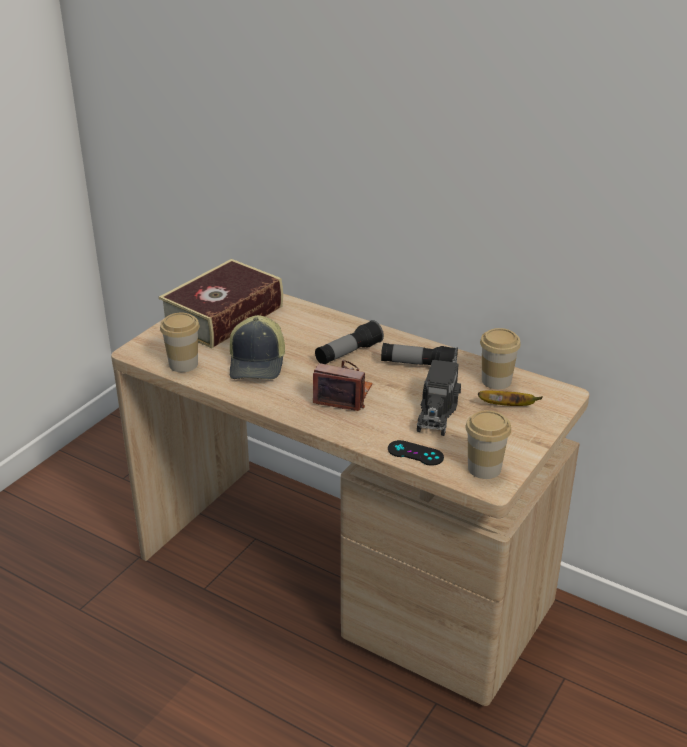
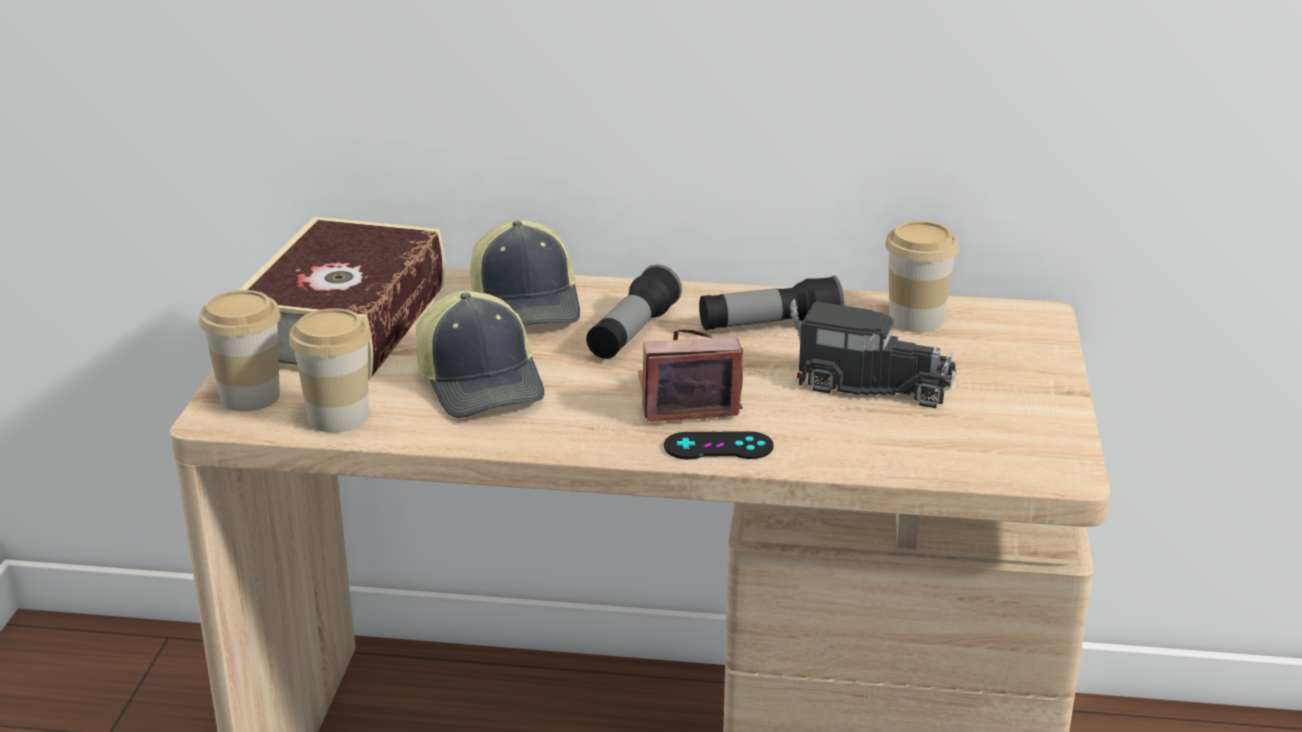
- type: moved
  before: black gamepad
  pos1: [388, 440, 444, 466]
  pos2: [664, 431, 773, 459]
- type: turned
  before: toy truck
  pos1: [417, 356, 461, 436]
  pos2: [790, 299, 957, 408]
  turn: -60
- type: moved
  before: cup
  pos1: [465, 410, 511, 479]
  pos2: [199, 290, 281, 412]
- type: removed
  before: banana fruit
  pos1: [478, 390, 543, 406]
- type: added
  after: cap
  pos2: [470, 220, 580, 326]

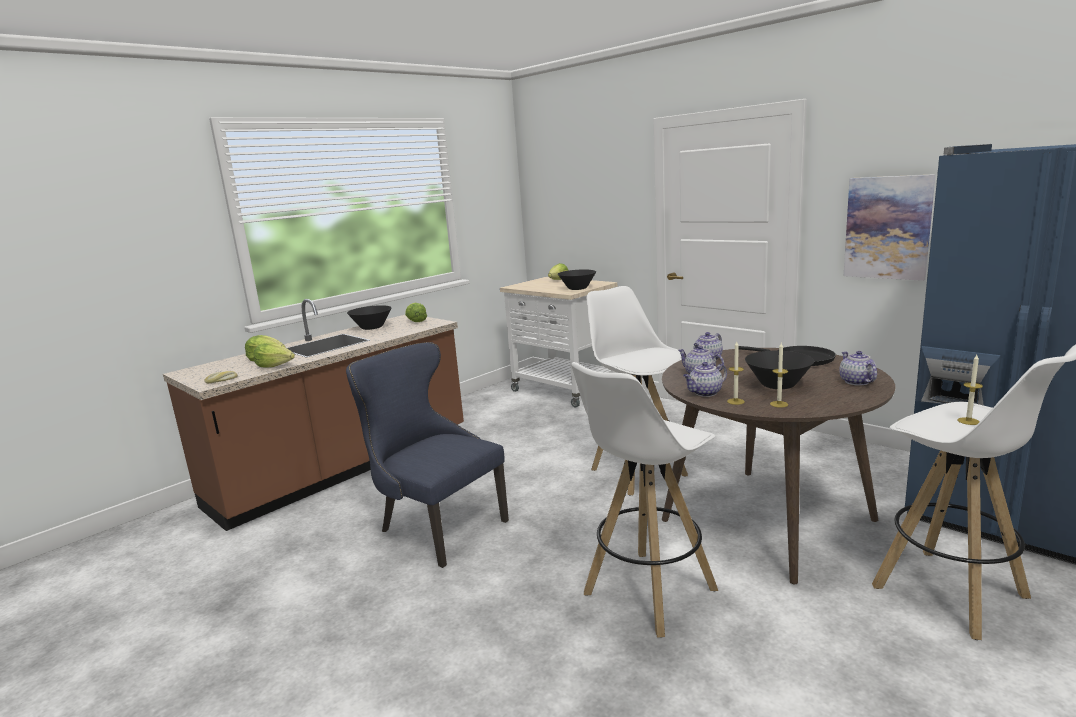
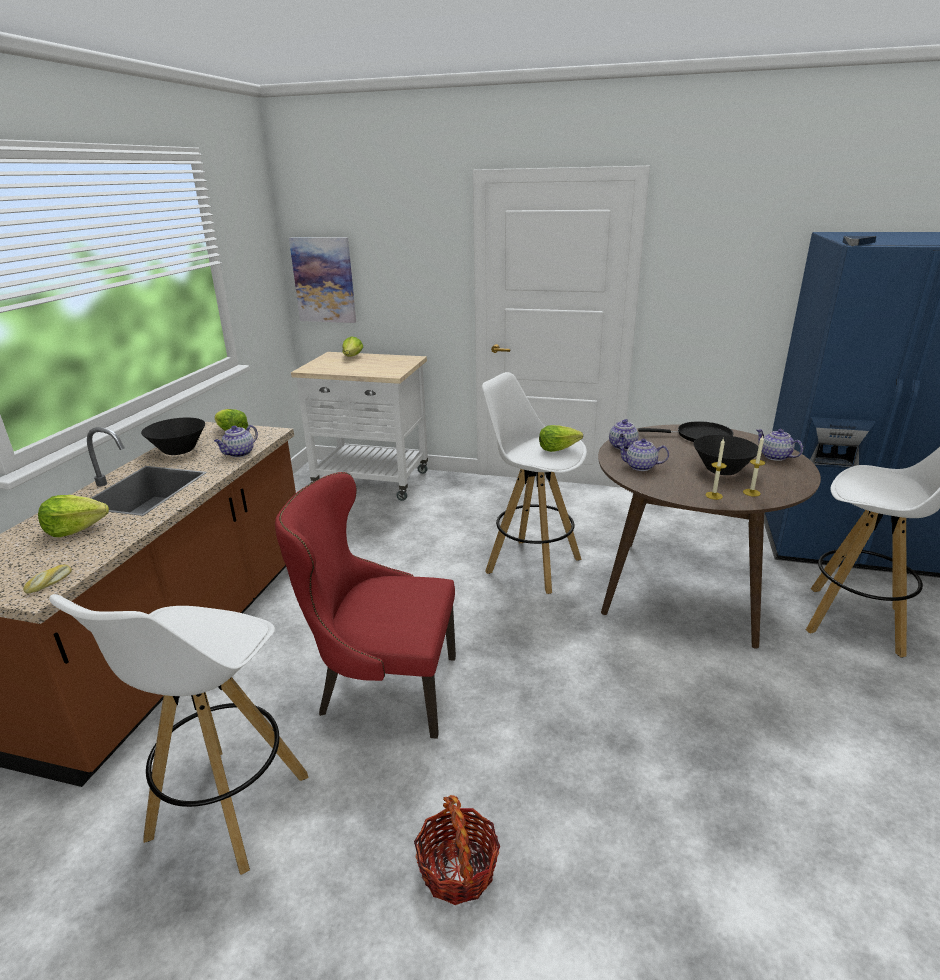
- type: moved
  before: lettuce
  pos1: [253, 343, 295, 367]
  pos2: [539, 425, 583, 452]
- type: recoloured
  before: bluish plain chair
  after: red plain chair
  pos1: [346, 342, 509, 568]
  pos2: [275, 472, 456, 739]
- type: removed
  before: black deep dish
  pos1: [558, 270, 596, 290]
- type: moved
  before: white sitting stool
  pos1: [571, 362, 718, 638]
  pos2: [49, 594, 308, 875]
- type: moved
  before: teapot
  pos1: [683, 362, 727, 397]
  pos2: [214, 425, 258, 457]
- type: moved
  before: wall art
  pos1: [844, 174, 936, 281]
  pos2: [289, 237, 356, 323]
- type: removed
  before: wax light
  pos1: [958, 355, 983, 425]
- type: added
  after: storage basket
  pos2: [414, 795, 500, 905]

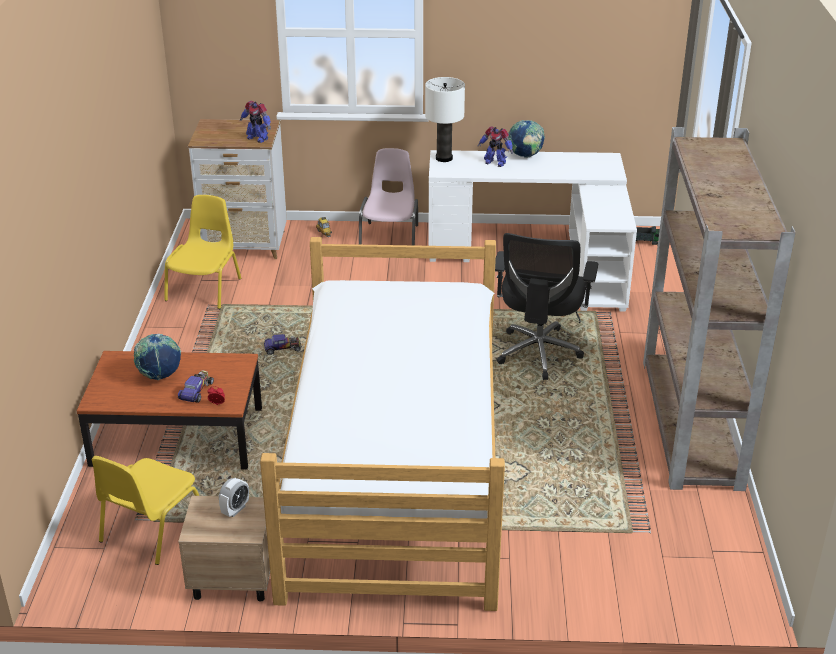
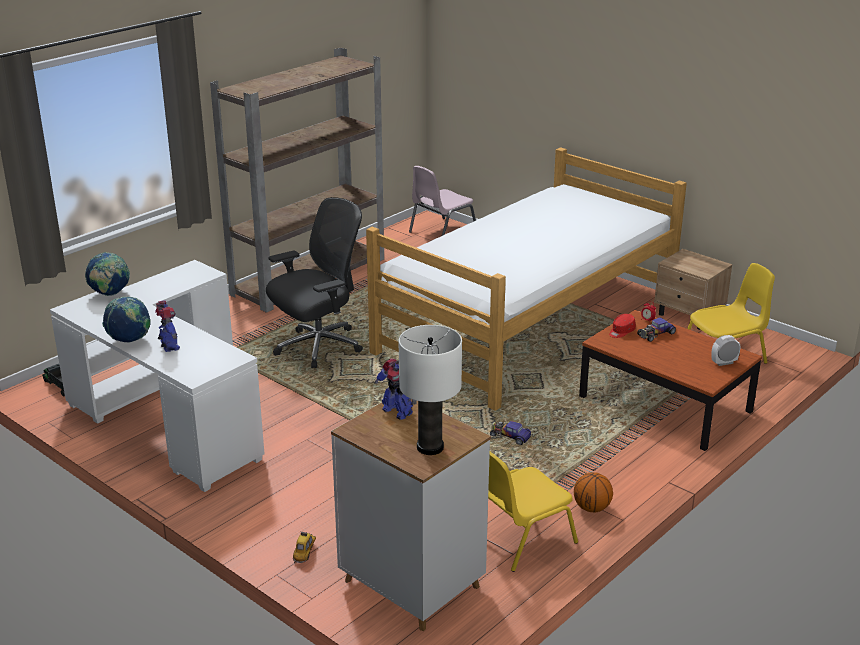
- type: moved
  before: desk globe
  pos1: [134, 334, 181, 380]
  pos2: [85, 252, 130, 296]
- type: moved
  before: alarm clock
  pos1: [219, 478, 249, 517]
  pos2: [711, 335, 740, 366]
- type: turned
  before: robot figure
  pos1: [240, 101, 271, 143]
  pos2: [374, 359, 417, 420]
  turn: 150
- type: moved
  before: pink plain chair
  pos1: [359, 148, 418, 245]
  pos2: [409, 166, 476, 236]
- type: moved
  before: white table lamp
  pos1: [425, 77, 465, 162]
  pos2: [399, 325, 462, 455]
- type: added
  after: ball for basketball
  pos2: [574, 472, 613, 512]
- type: added
  after: red cap
  pos2: [609, 314, 636, 338]

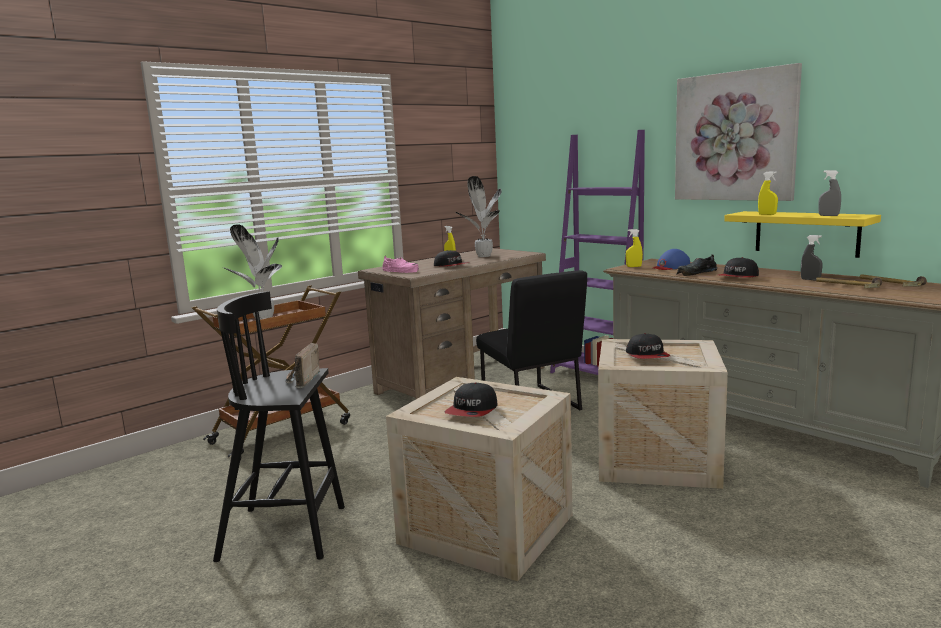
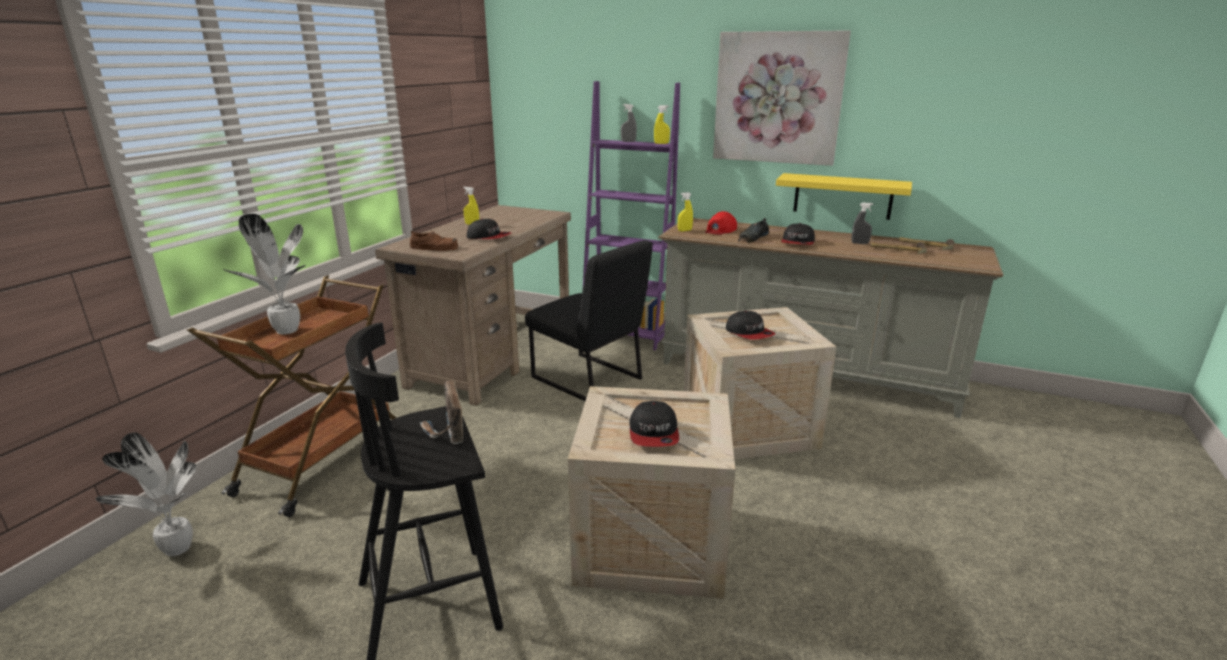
- type: recoloured
  before: pink low shoe
  after: brown low shoe
  pos1: [382, 256, 419, 273]
  pos2: [409, 230, 458, 251]
- type: moved
  before: plant in a pot
  pos1: [455, 176, 502, 257]
  pos2: [96, 432, 196, 556]
- type: recoloured
  before: bluish cap
  after: red cap
  pos1: [653, 249, 690, 270]
  pos2: [705, 211, 737, 235]
- type: moved
  before: yellow-coloured spray bottle
  pos1: [758, 171, 778, 215]
  pos2: [654, 105, 670, 144]
- type: moved
  before: grey spray bottle
  pos1: [818, 170, 841, 216]
  pos2: [621, 104, 637, 142]

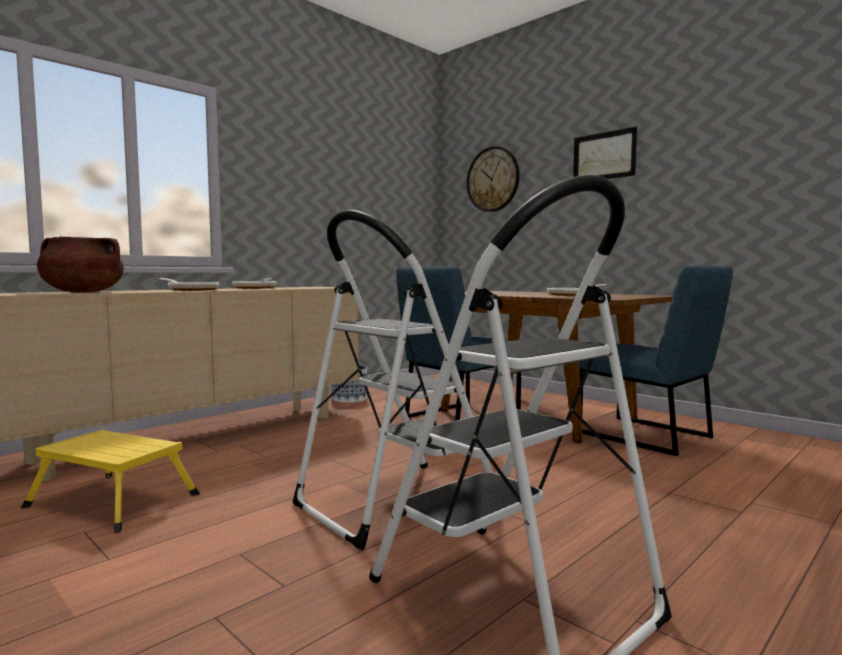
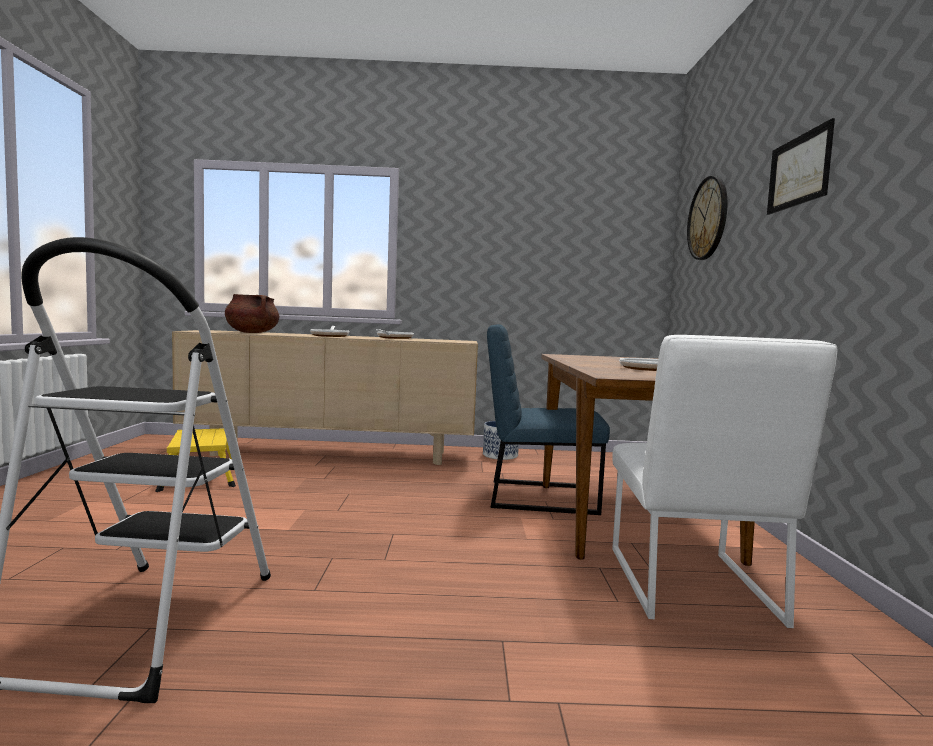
- type: removed
  before: stepladder
  pos1: [292, 210, 493, 550]
- type: recoloured
  before: bluish plain chair
  after: white plain chair
  pos1: [579, 265, 733, 456]
  pos2: [612, 335, 837, 628]

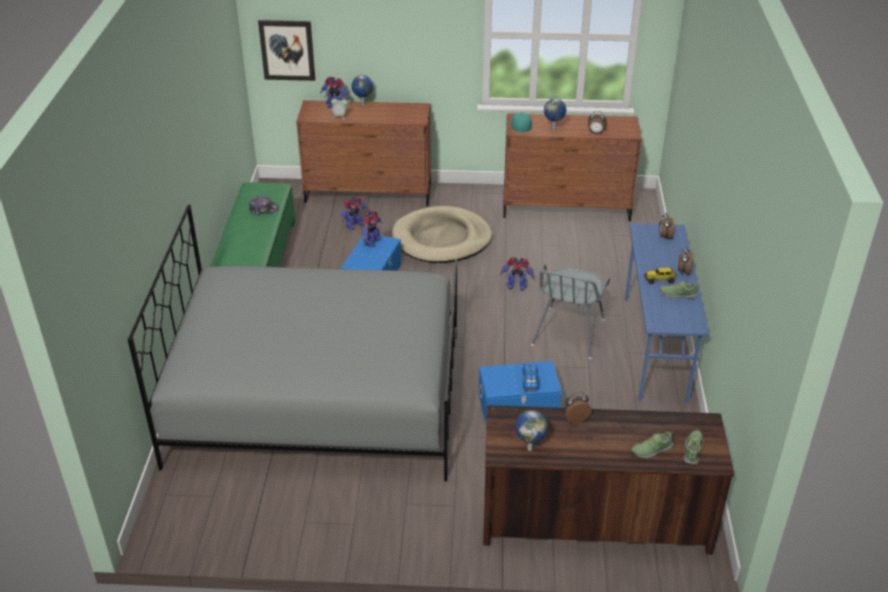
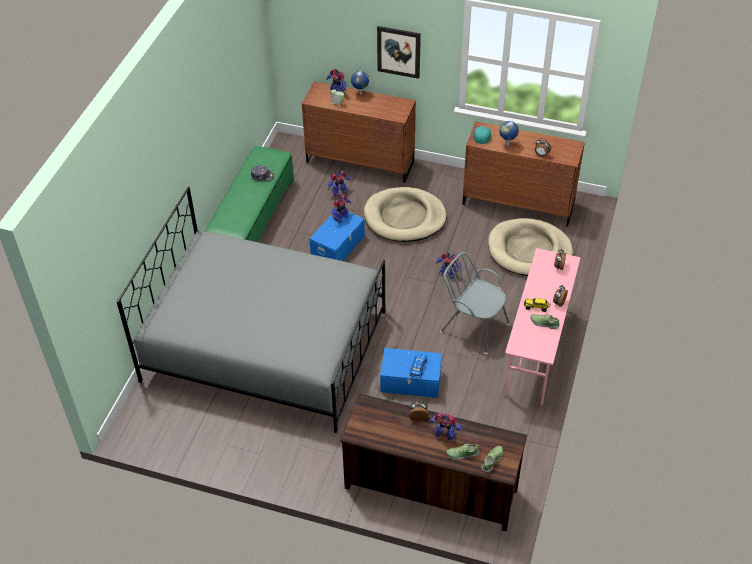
- type: moved
  before: wall art
  pos1: [258, 20, 315, 81]
  pos2: [377, 26, 421, 79]
- type: removed
  before: desk globe
  pos1: [515, 410, 548, 451]
- type: turned
  before: grey plain chair
  pos1: [531, 264, 610, 359]
  pos2: [440, 252, 510, 354]
  turn: 90
- type: recoloured
  before: bluish desk
  after: pink desk
  pos1: [625, 223, 709, 403]
  pos2: [504, 248, 580, 405]
- type: added
  after: robot figure
  pos2: [429, 412, 463, 441]
- type: added
  after: beige dog cushion
  pos2: [488, 218, 573, 276]

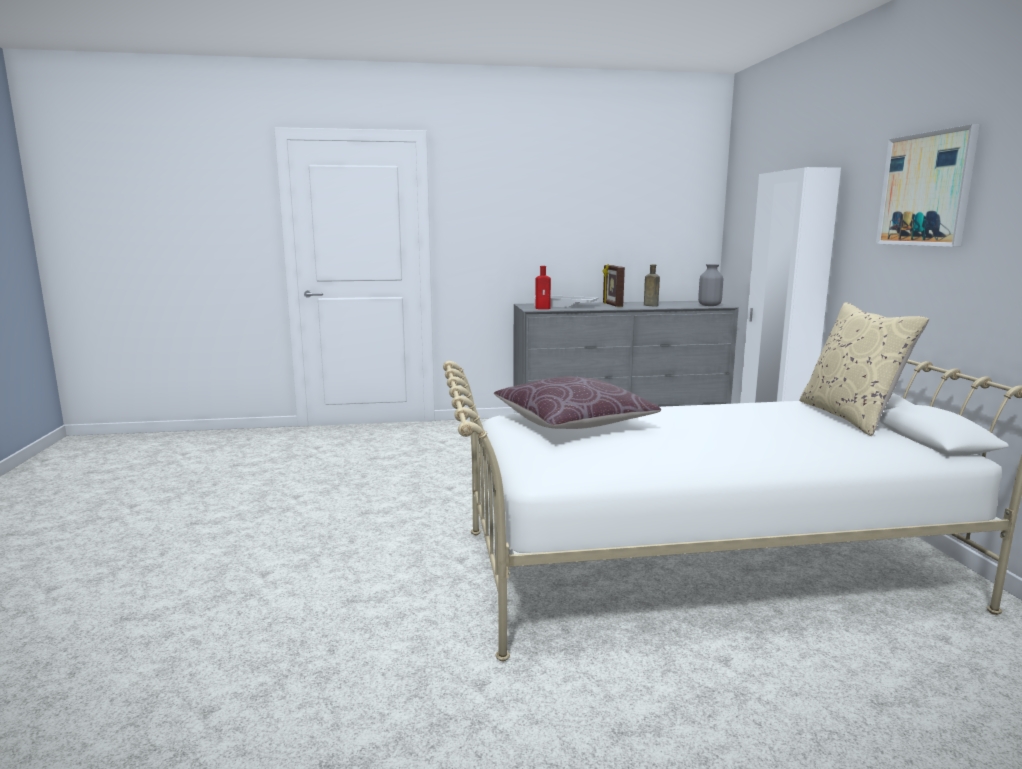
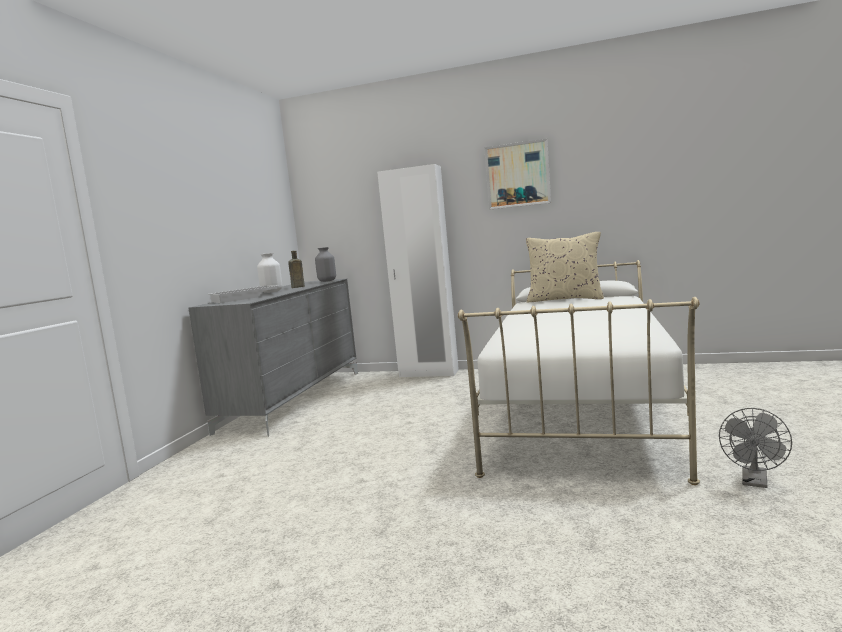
- type: removed
  before: brown cushion
  pos1: [494, 377, 661, 429]
- type: removed
  before: red drink bottle
  pos1: [535, 266, 551, 309]
- type: replaced
  before: standing frame
  after: white decorative vase
  pos1: [603, 264, 625, 307]
  pos2: [257, 253, 282, 293]
- type: added
  after: grey fan
  pos2: [719, 408, 792, 488]

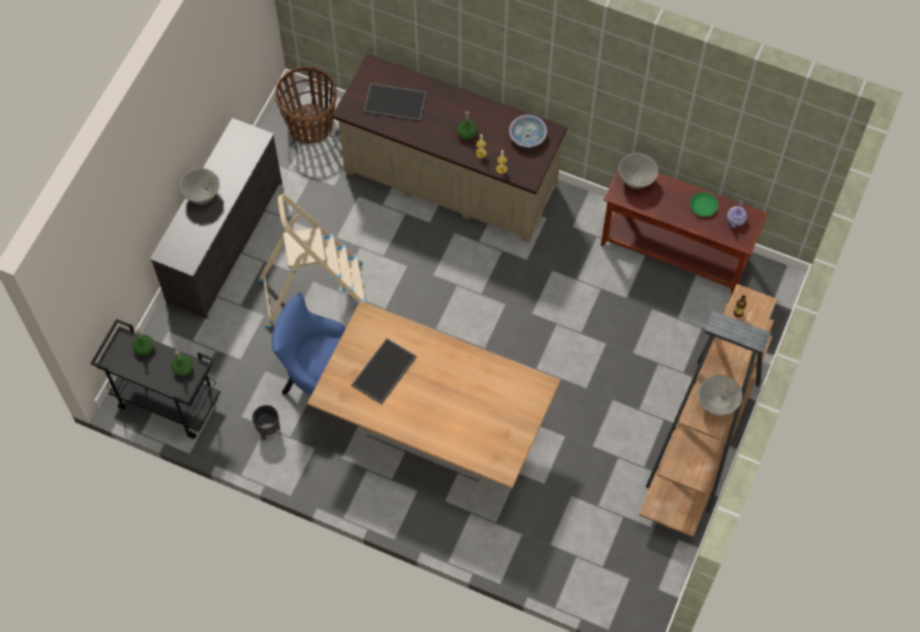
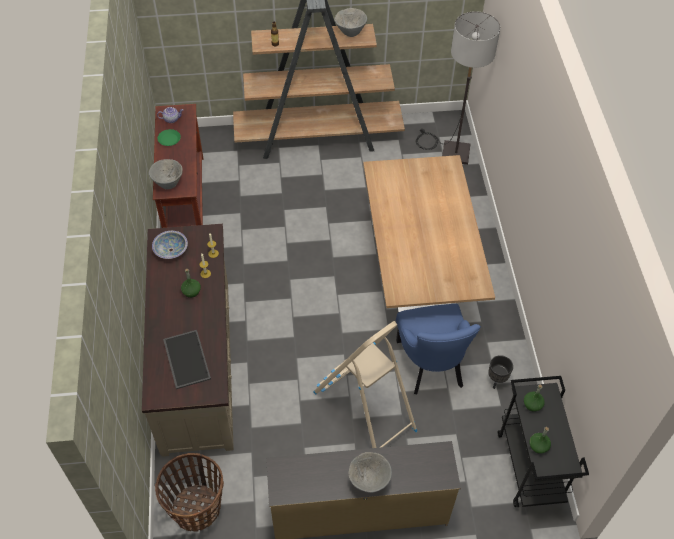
- type: removed
  before: carrying tray
  pos1: [351, 338, 417, 404]
- type: added
  after: standard lamp
  pos2: [416, 11, 500, 165]

